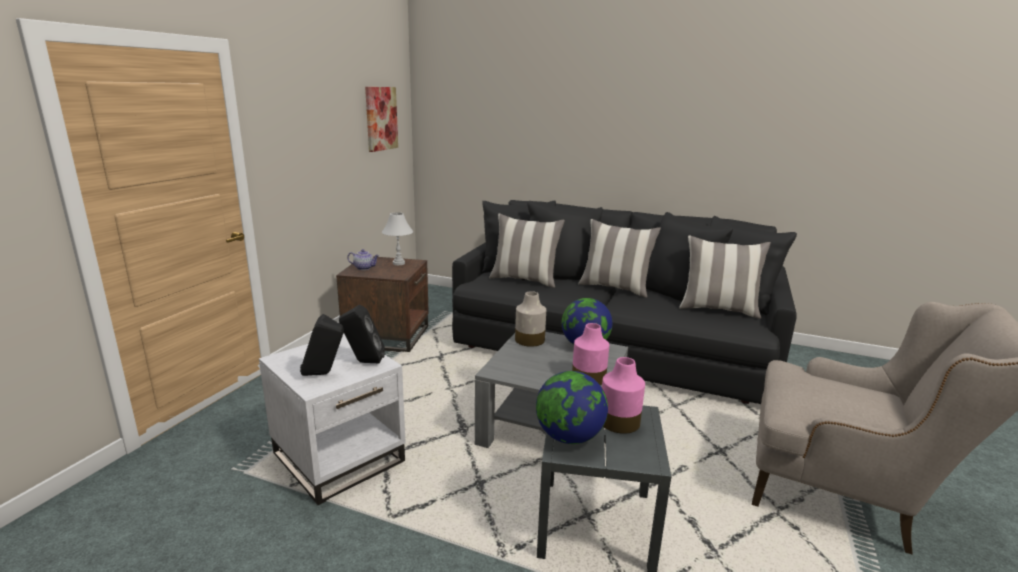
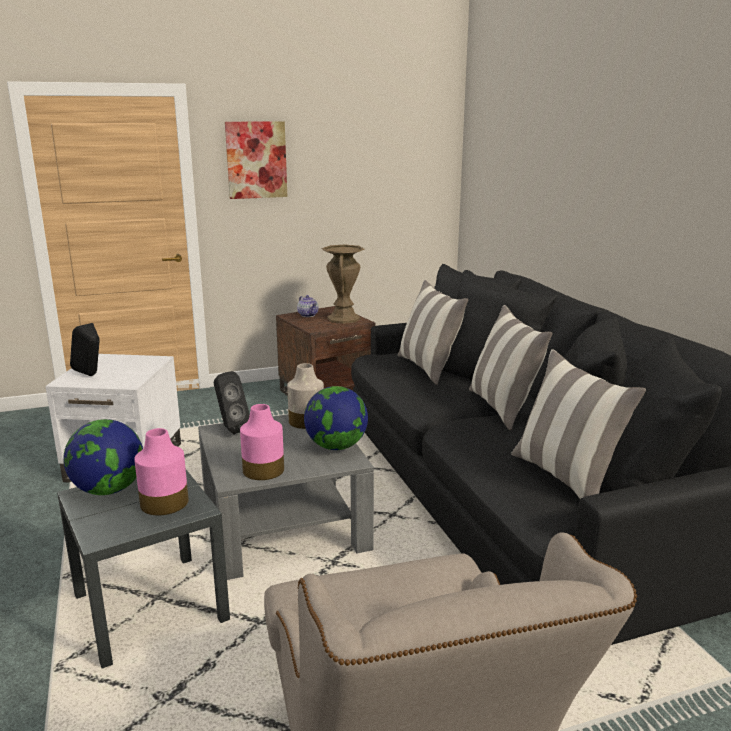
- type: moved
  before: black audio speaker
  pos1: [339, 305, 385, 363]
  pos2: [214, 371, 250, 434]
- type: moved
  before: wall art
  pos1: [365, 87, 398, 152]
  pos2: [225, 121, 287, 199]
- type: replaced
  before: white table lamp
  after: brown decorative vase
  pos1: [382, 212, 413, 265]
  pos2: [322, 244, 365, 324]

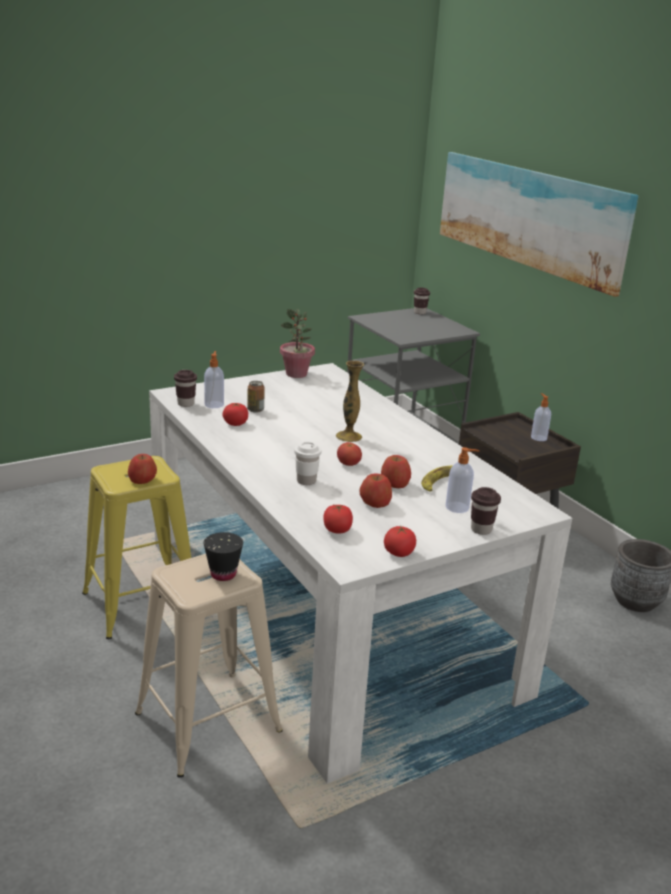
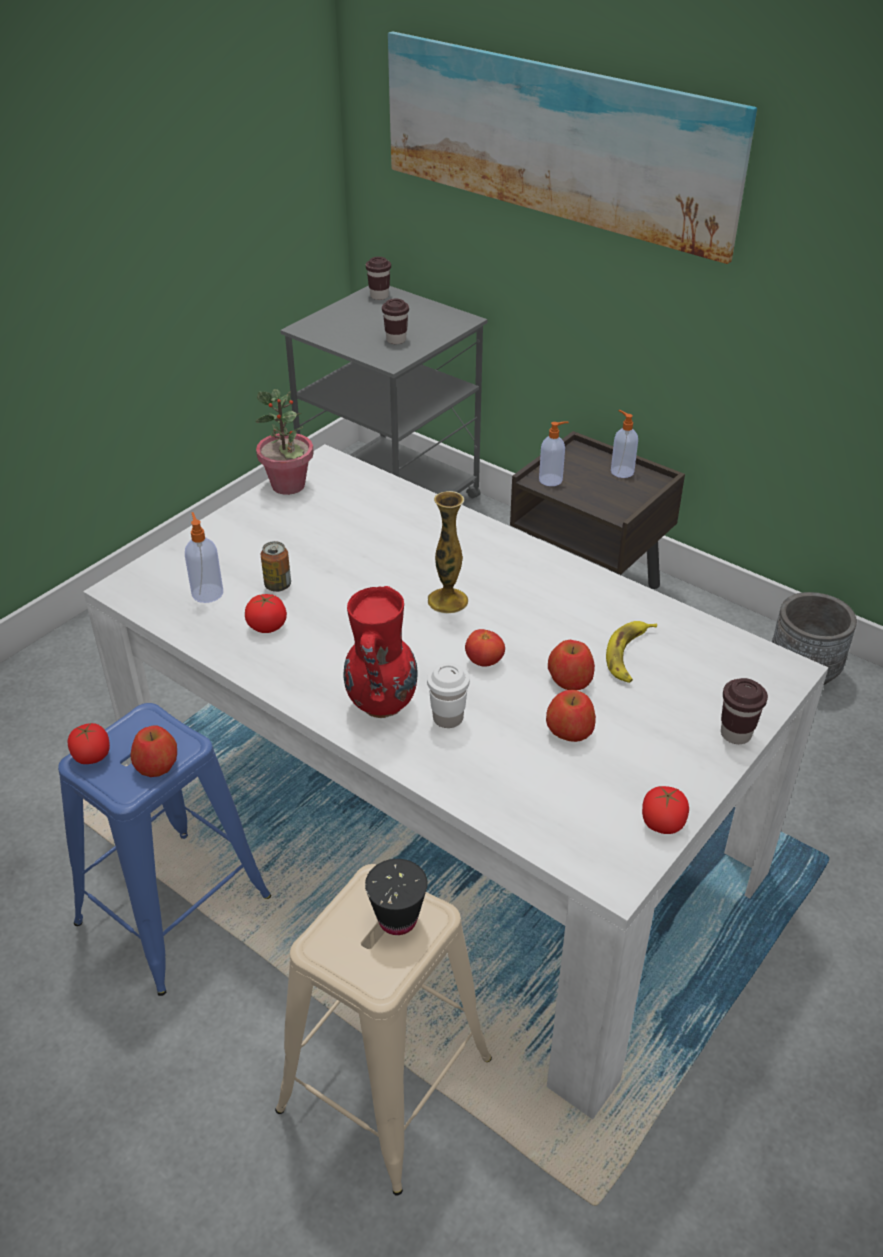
- type: recoloured
  before: yellow-coloured sitting stool
  after: bluish sitting stool
  pos1: [82, 456, 191, 639]
  pos2: [58, 703, 271, 996]
- type: moved
  before: brown cup
  pos1: [174, 370, 197, 407]
  pos2: [382, 299, 409, 344]
- type: moved
  before: fresh tomato
  pos1: [323, 505, 353, 534]
  pos2: [68, 723, 110, 764]
- type: moved
  before: soap bottle
  pos1: [446, 447, 479, 513]
  pos2: [539, 421, 569, 486]
- type: added
  after: red decorative vase
  pos2: [343, 586, 418, 718]

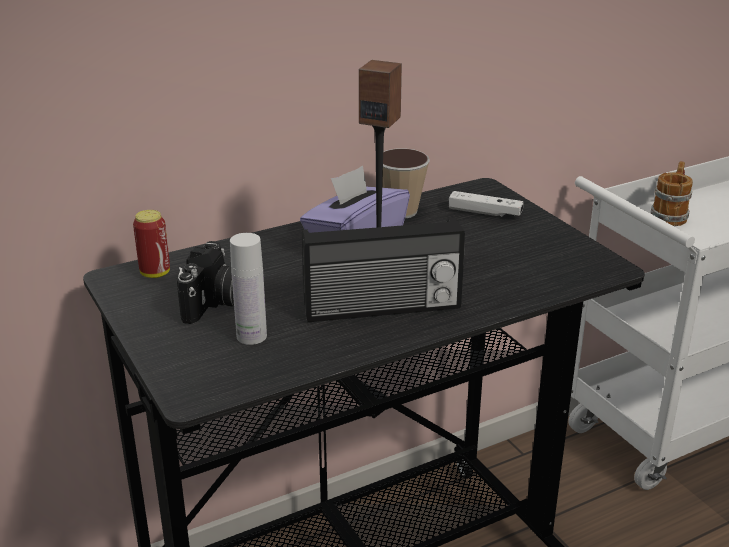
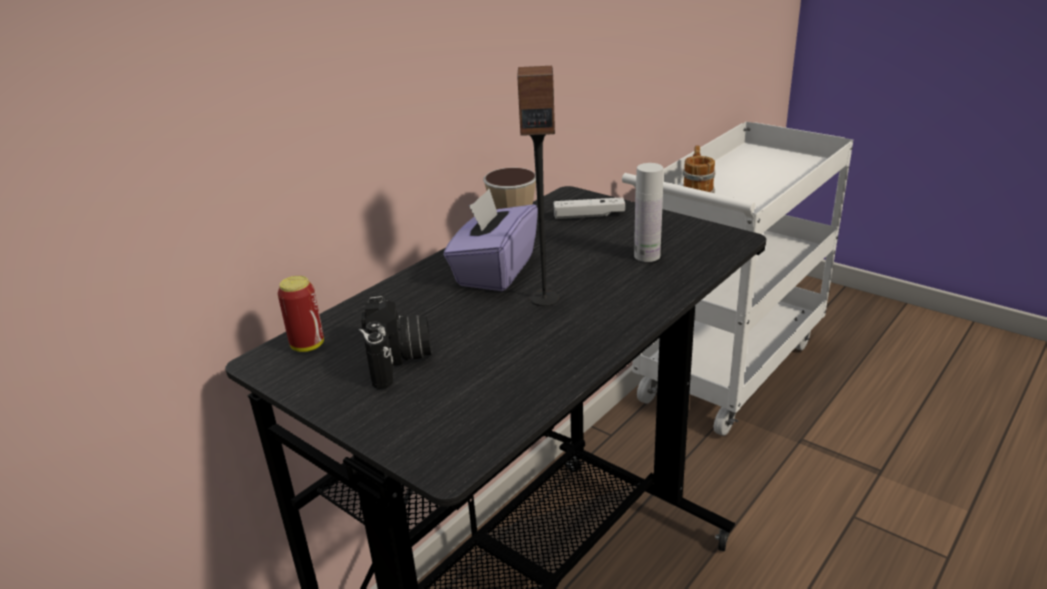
- type: moved
  before: white drink bottle
  pos1: [230, 233, 267, 345]
  pos2: [634, 163, 663, 262]
- type: removed
  before: radio receiver
  pos1: [302, 218, 465, 322]

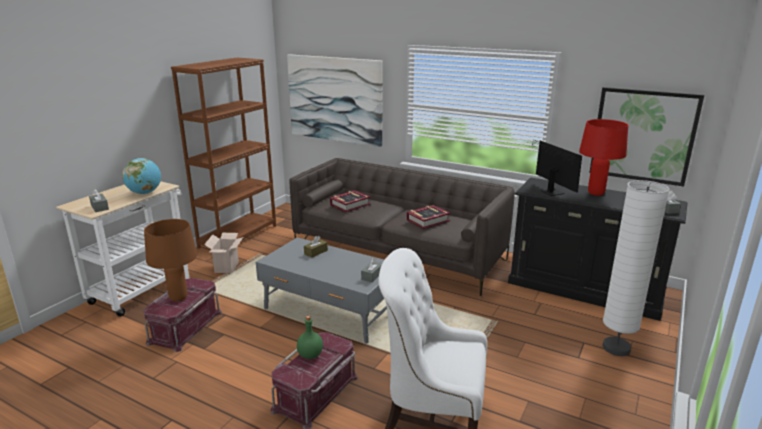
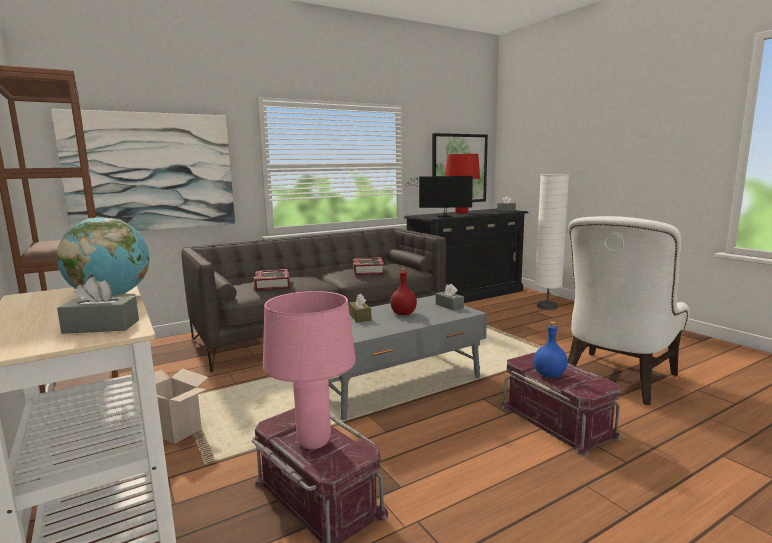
- type: recoloured
  before: brown table lamp
  after: pink table lamp
  pos1: [144, 219, 197, 301]
  pos2: [263, 291, 356, 449]
- type: recoloured
  before: greenish drink bottle
  after: bluish drink bottle
  pos1: [297, 316, 323, 359]
  pos2: [534, 321, 568, 378]
- type: added
  after: red drink bottle
  pos2: [390, 268, 417, 315]

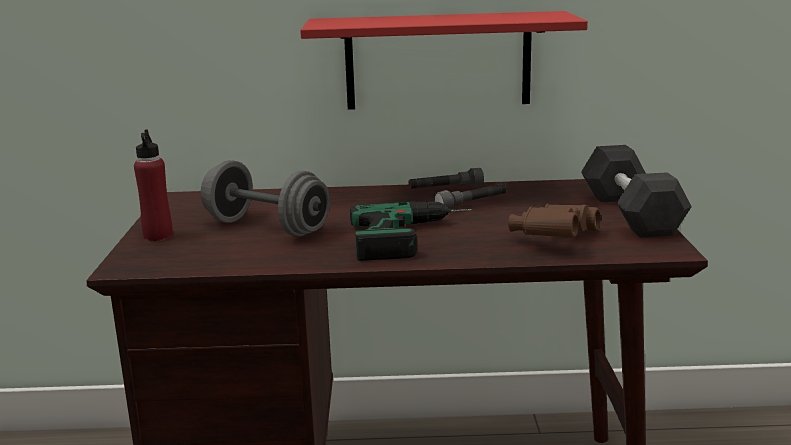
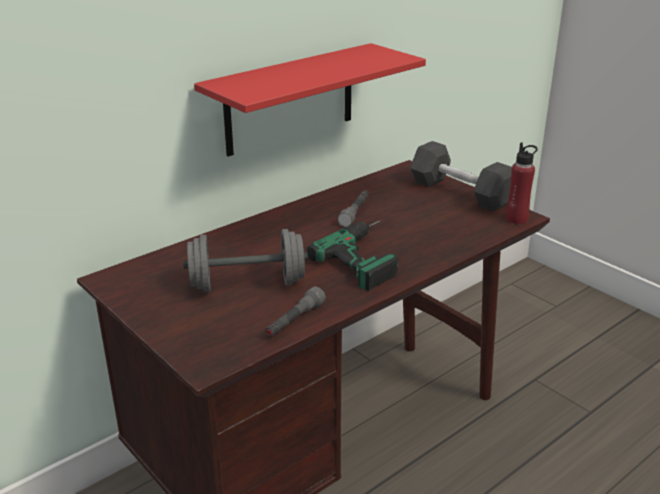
- type: moved
  before: red drink bottle
  pos1: [134, 129, 173, 241]
  pos2: [506, 142, 538, 225]
- type: moved
  before: grey hand torch
  pos1: [408, 168, 484, 189]
  pos2: [265, 286, 326, 337]
- type: removed
  before: brown field glasses
  pos1: [508, 204, 600, 238]

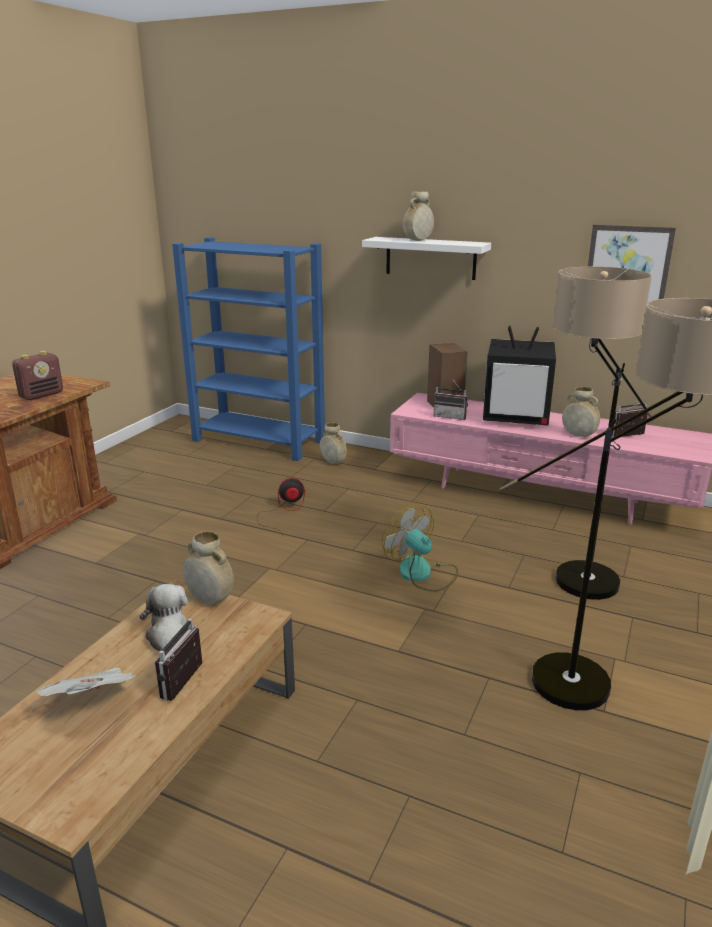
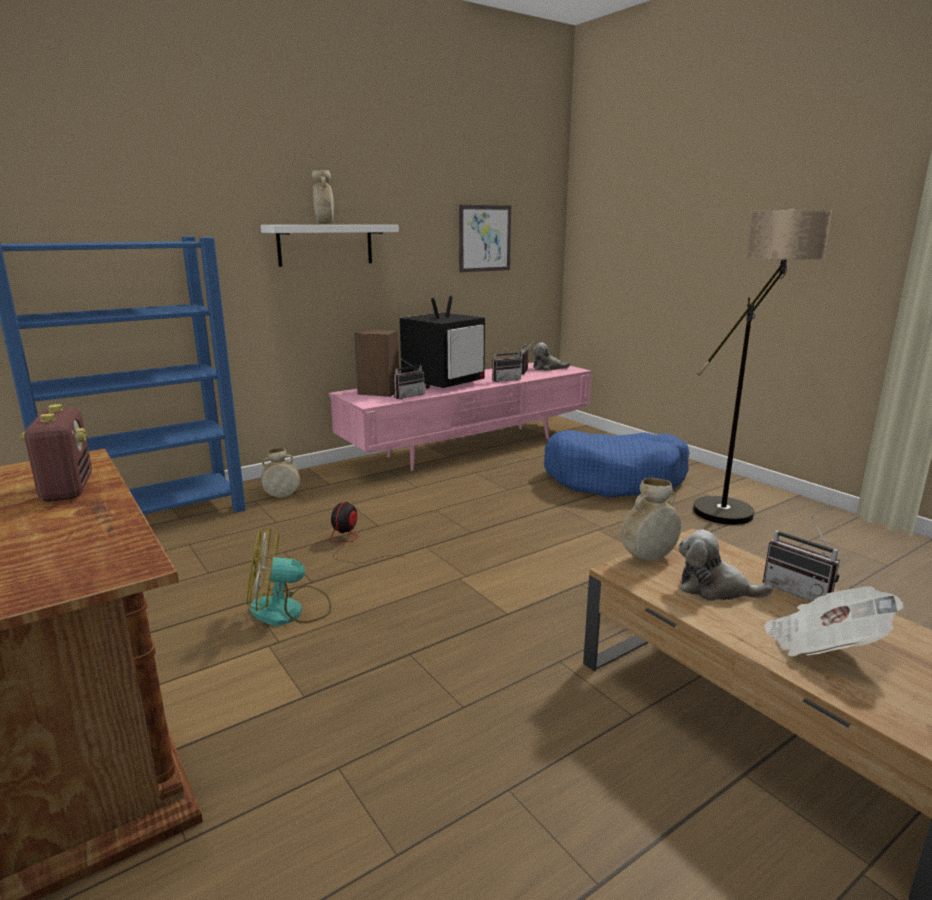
- type: moved
  before: fan
  pos1: [382, 505, 458, 592]
  pos2: [247, 527, 332, 626]
- type: replaced
  before: standard lamp
  after: bluish dog cushion
  pos1: [553, 266, 652, 600]
  pos2: [544, 430, 690, 497]
- type: replaced
  before: beige decorative vase
  after: radio receiver
  pos1: [562, 387, 600, 437]
  pos2: [492, 344, 522, 382]
- type: added
  after: plush toy
  pos2: [531, 343, 571, 371]

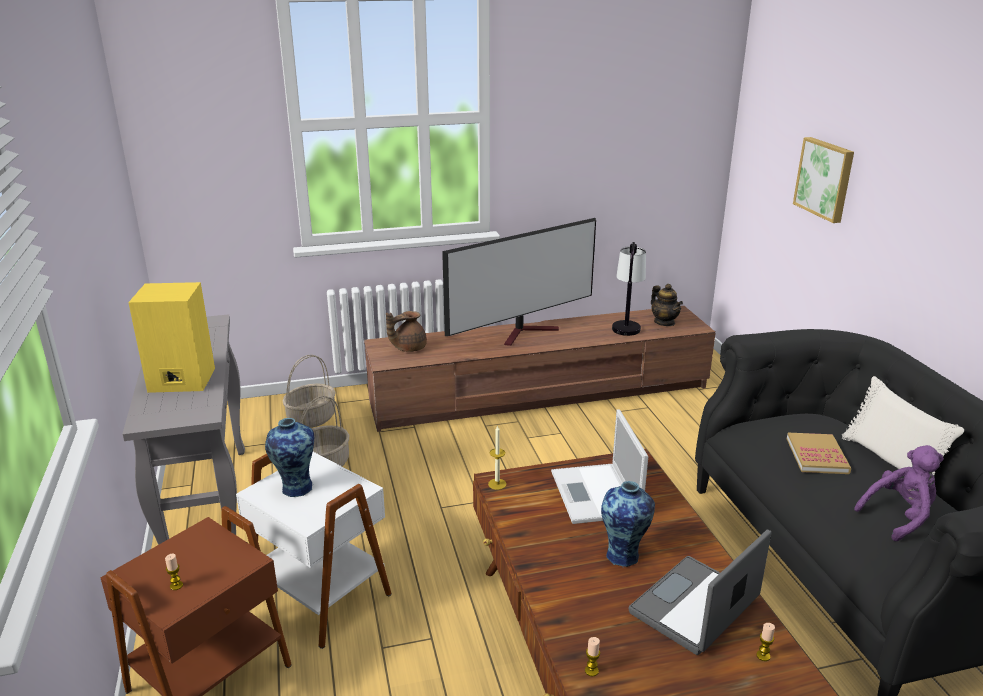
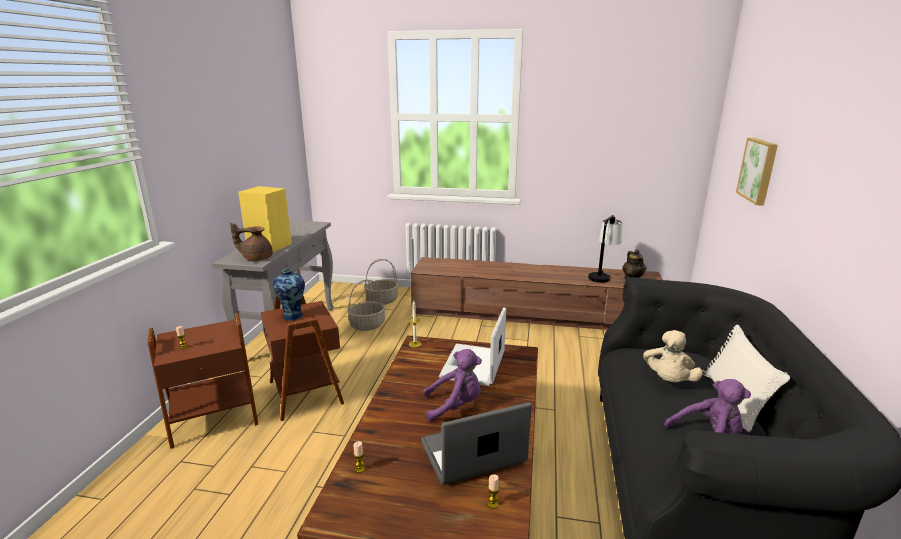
- type: recoloured
  before: white end table
  after: brown end table
  pos1: [236, 452, 392, 649]
  pos2: [261, 296, 344, 421]
- type: moved
  before: brown teapot
  pos1: [386, 311, 427, 352]
  pos2: [230, 223, 272, 260]
- type: removed
  before: television
  pos1: [442, 218, 596, 346]
- type: replaced
  before: decorative vase
  after: purple-coloured plush toy
  pos1: [601, 481, 655, 568]
  pos2: [423, 349, 482, 422]
- type: replaced
  before: book
  after: beige plush toy
  pos1: [787, 433, 851, 474]
  pos2: [643, 330, 703, 382]

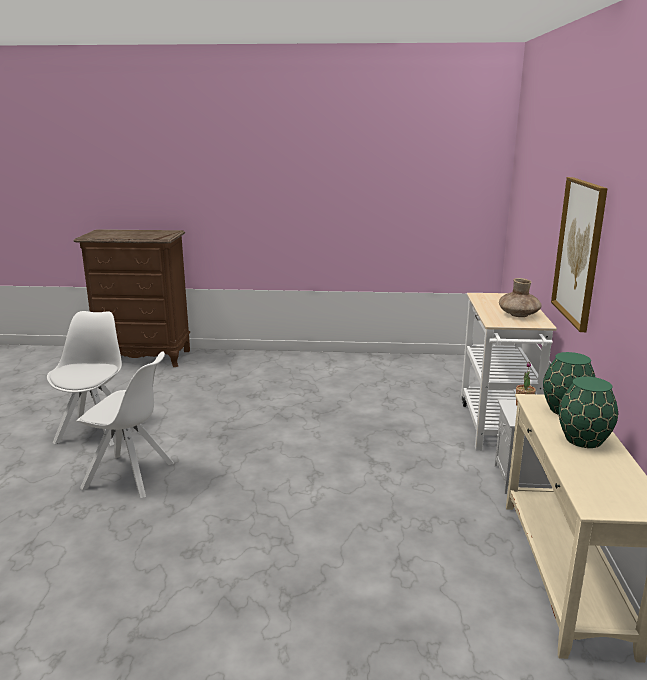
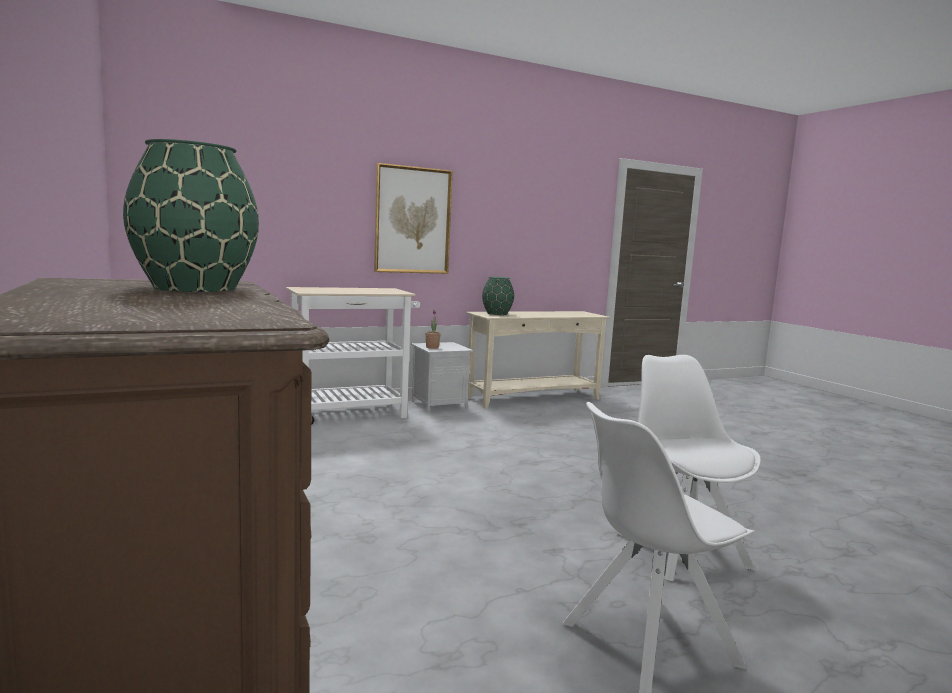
- type: removed
  before: brown decorative vase
  pos1: [499, 278, 541, 317]
- type: moved
  before: greenish decorative vase
  pos1: [559, 376, 618, 448]
  pos2: [123, 139, 259, 292]

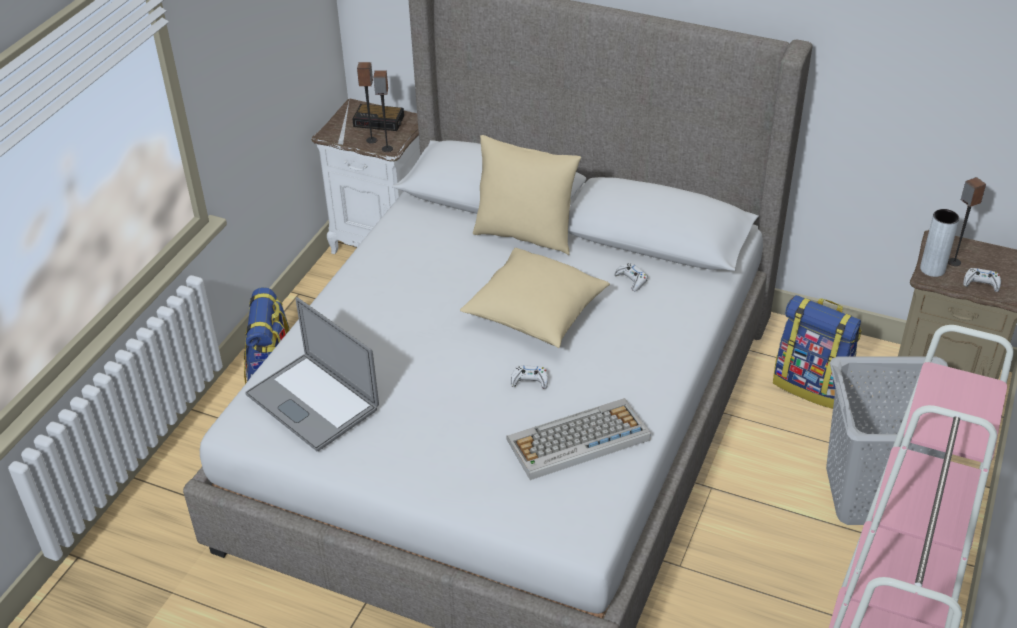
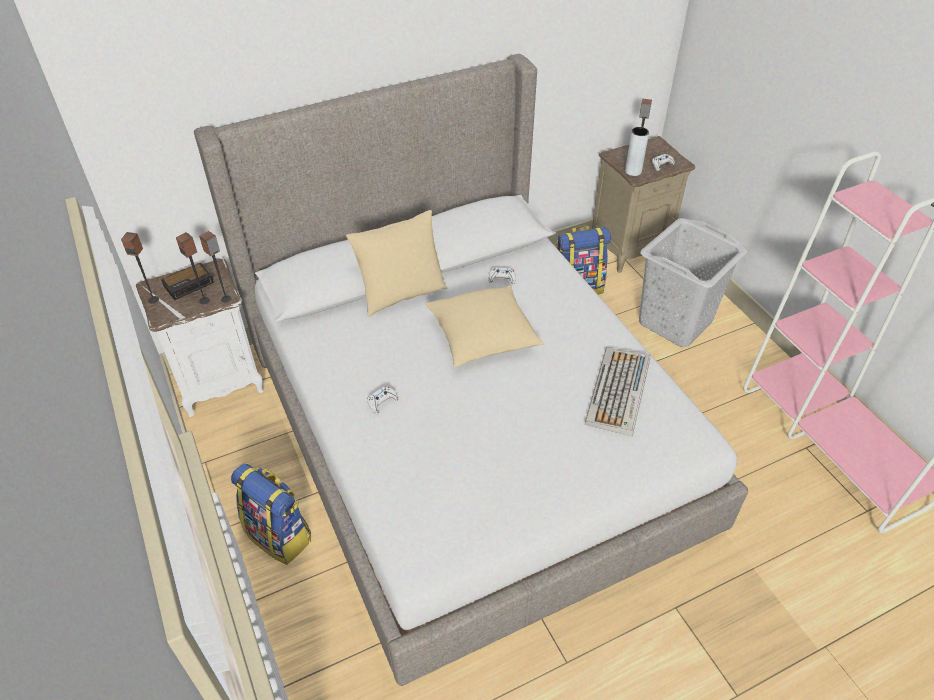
- type: removed
  before: laptop
  pos1: [245, 297, 379, 451]
- type: moved
  before: white gamepad
  pos1: [511, 365, 548, 389]
  pos2: [367, 386, 399, 414]
- type: added
  after: audio speaker
  pos2: [121, 232, 159, 303]

